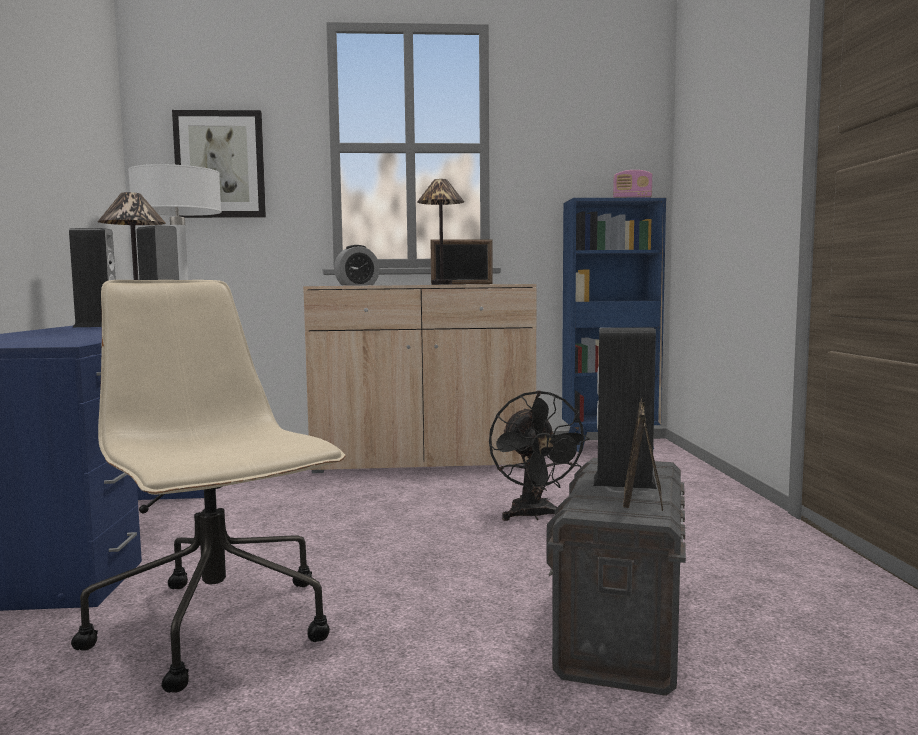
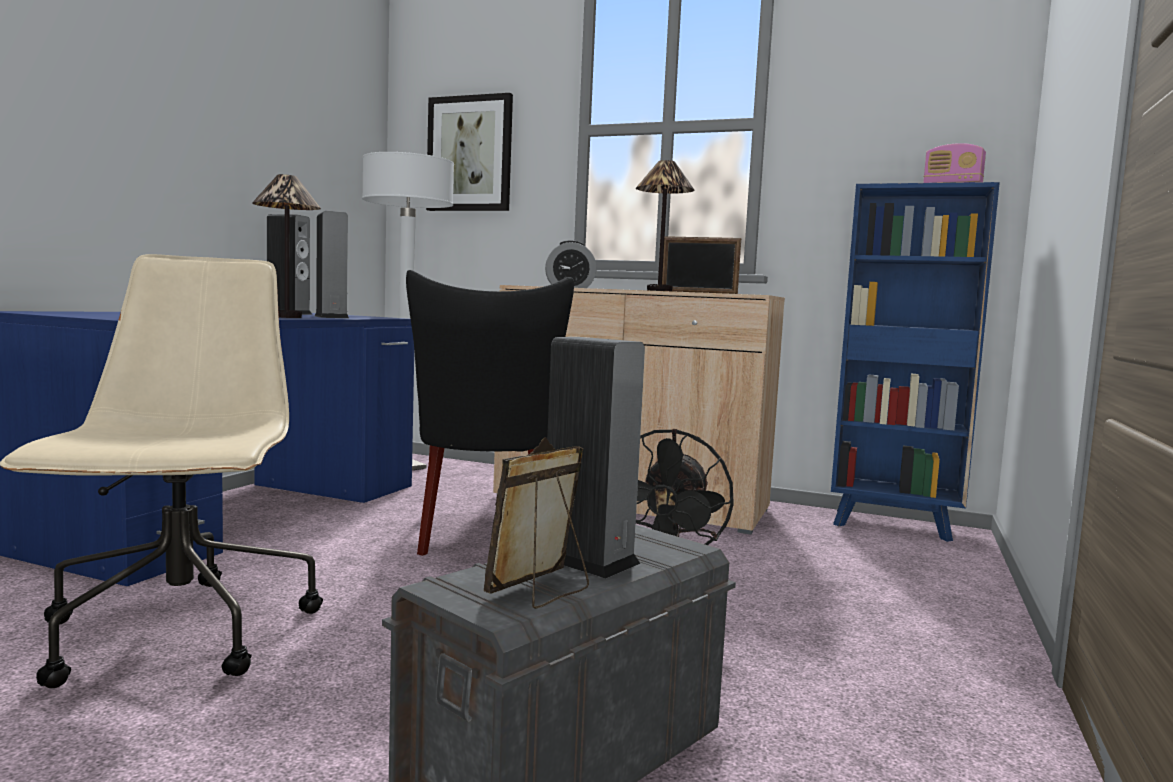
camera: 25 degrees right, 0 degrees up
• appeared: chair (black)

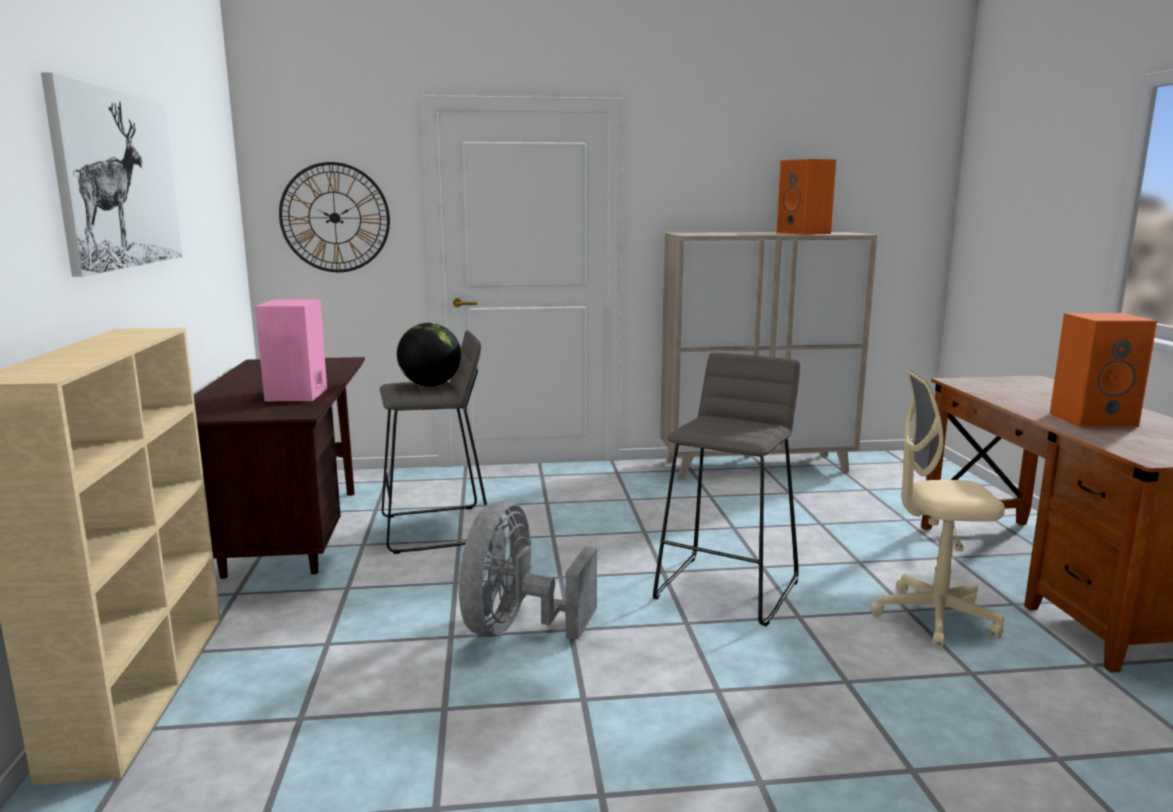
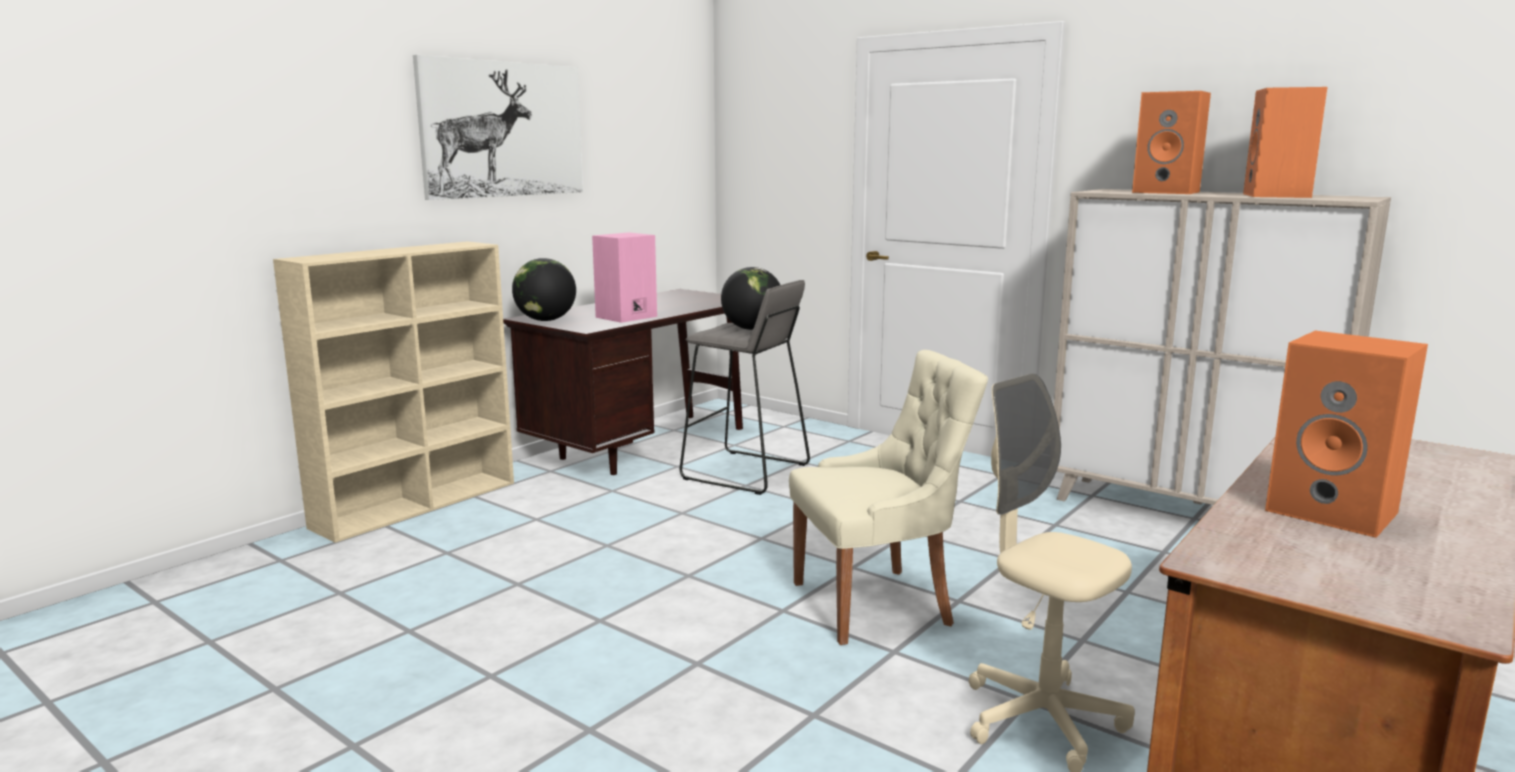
camera: 45 degrees right, 0 degrees up
• missing: wall clock
• missing: fan (grey)
• appeared: globe (no. 1 from left)
• appeared: speaker (orange) (no. 1 from left)
• exchanged: stool (grey) (no. 2 from left) to chair (beige)

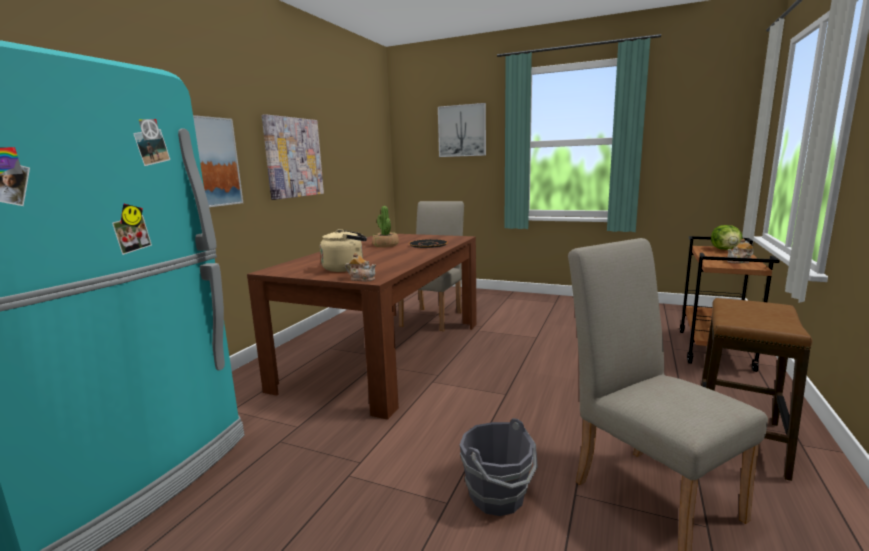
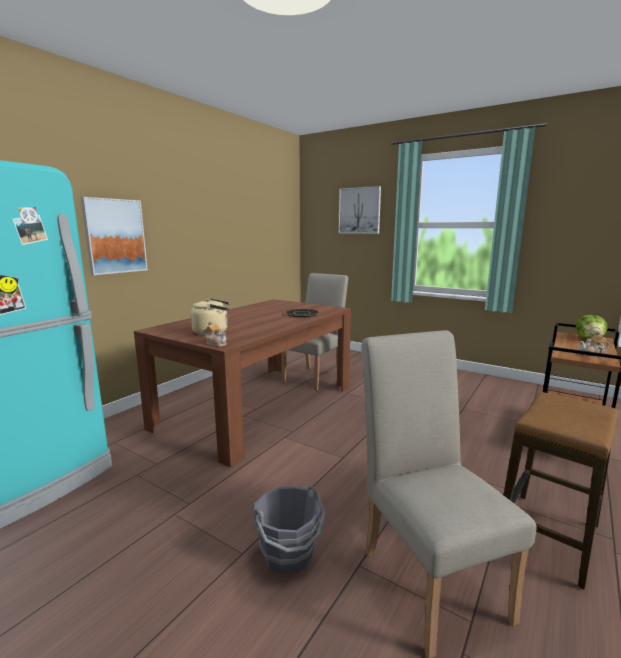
camera: 10 degrees right, 0 degrees up
• missing: picture (no. 2 from left)
• missing: potted plant

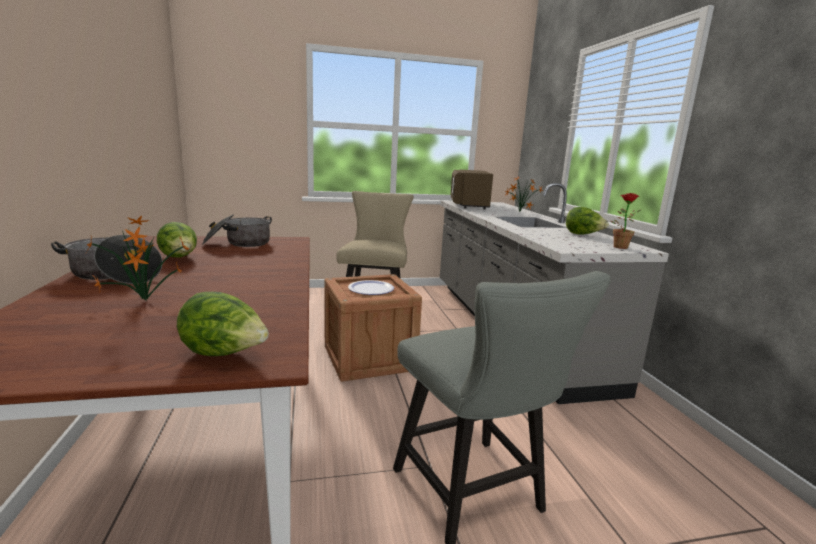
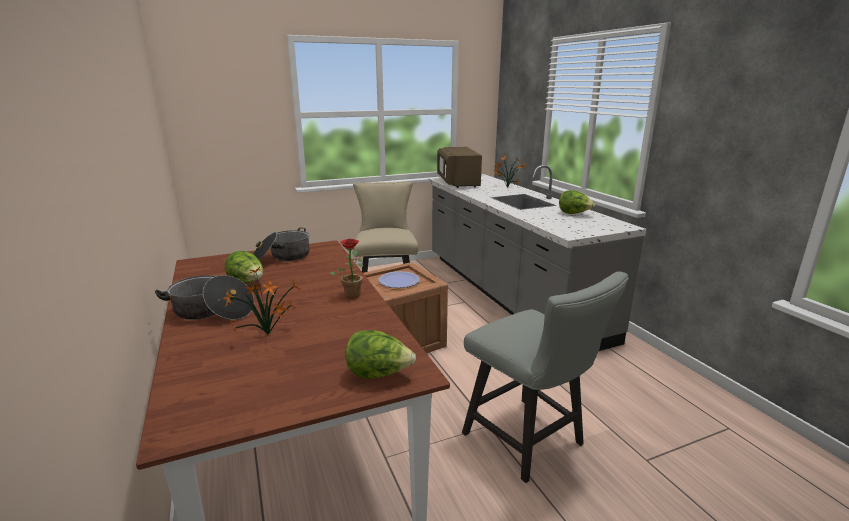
camera: 10 degrees left, 5 degrees up
• relocated: potted plant (no. 3 from left in the first image) to potted plant (no. 2 from left)

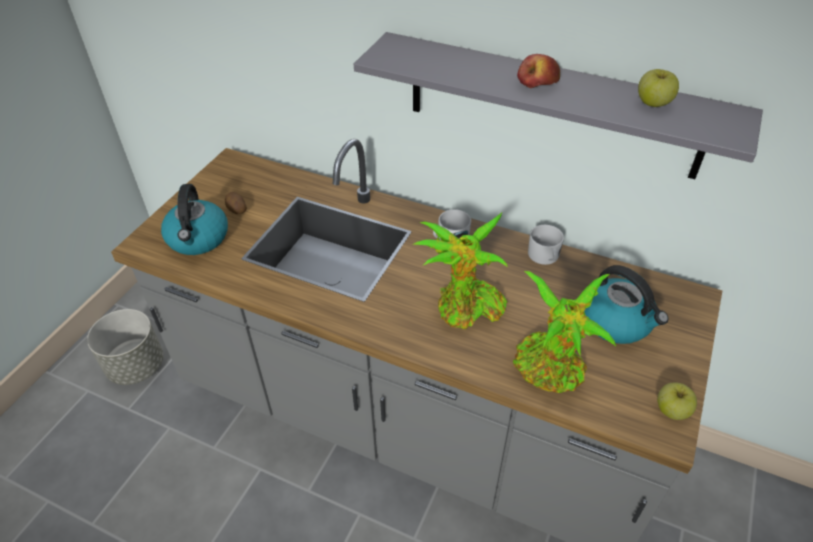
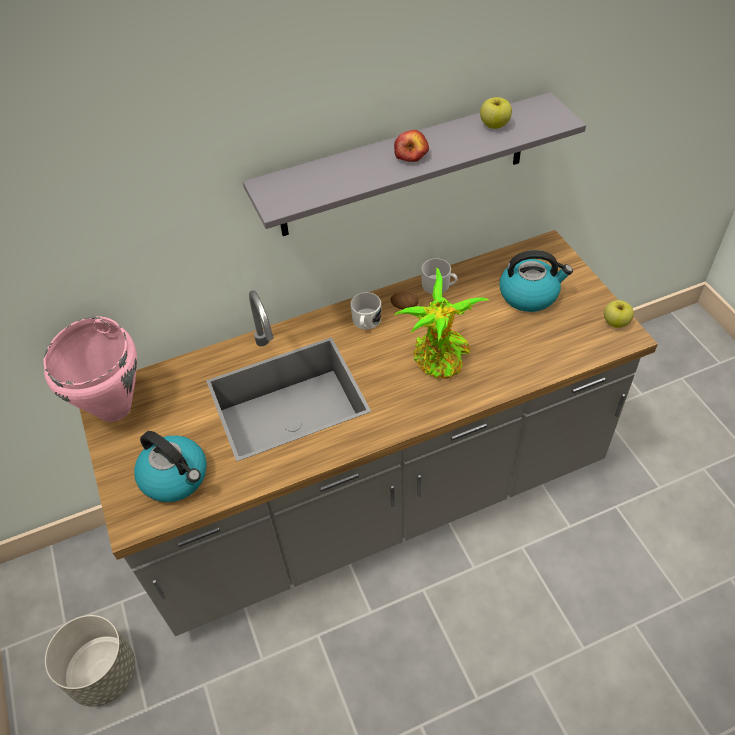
camera: 45 degrees left, 5 degrees up
• missing: potted plant (no. 2 from left)
• appeared: cooking pot (pink)
• relocated: potato

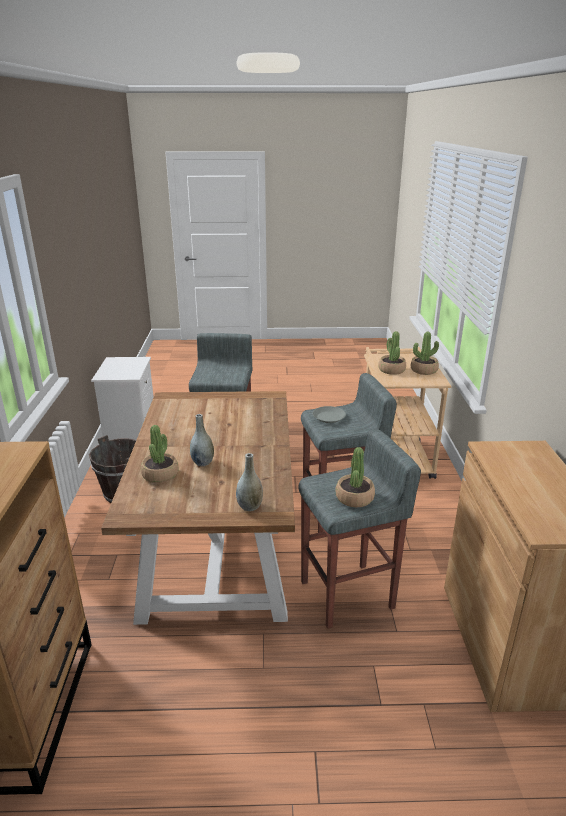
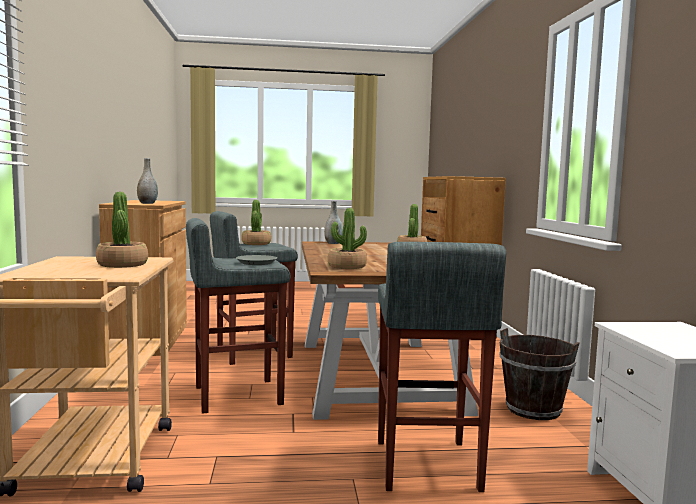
camera: 175 degrees right, 20 degrees down
• relocated: vase (grey) (no. 1 from left)
• relocated: potted plant (no. 4 from left in the first image) to potted plant (no. 3 from left)

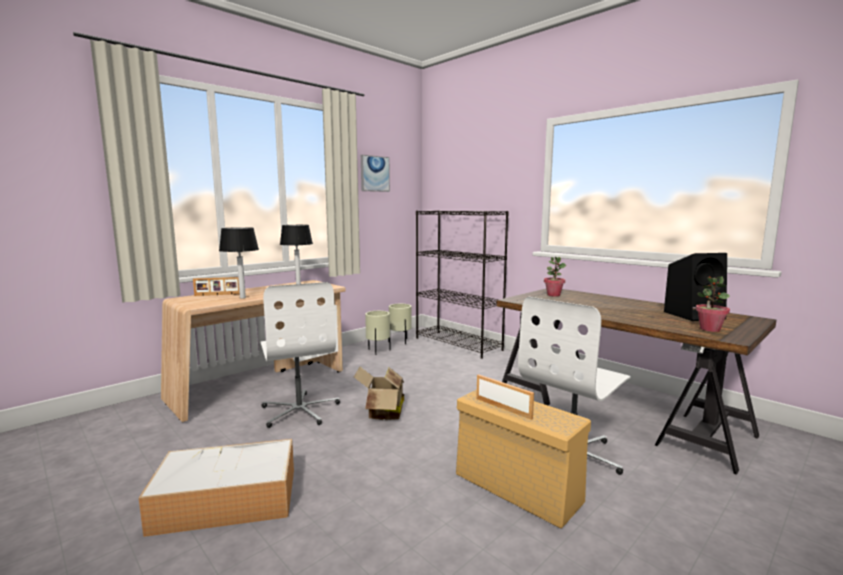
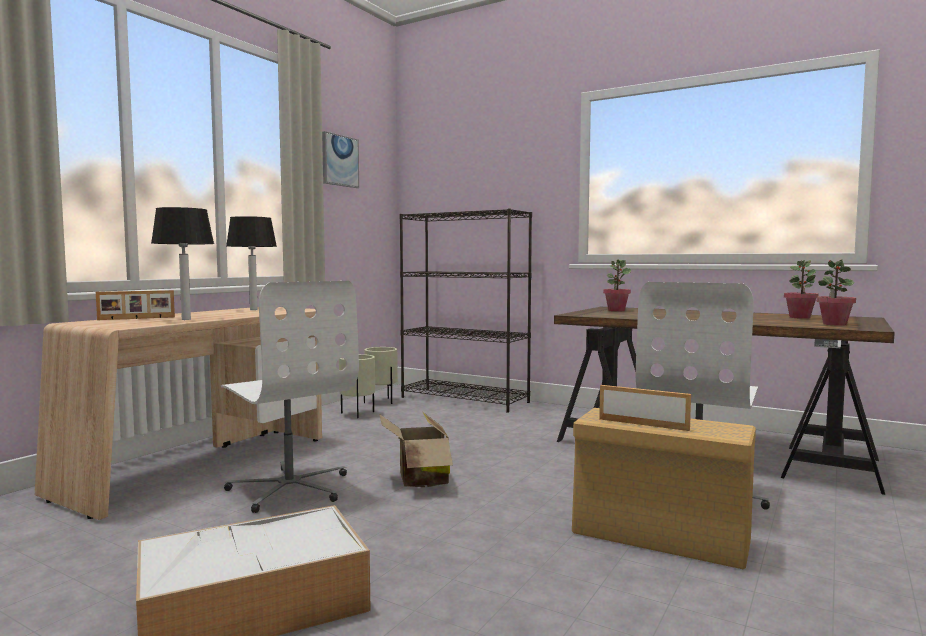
camera: 15 degrees left, 5 degrees down
• exchanged: speaker (black) to potted plant (no. 2 from left)

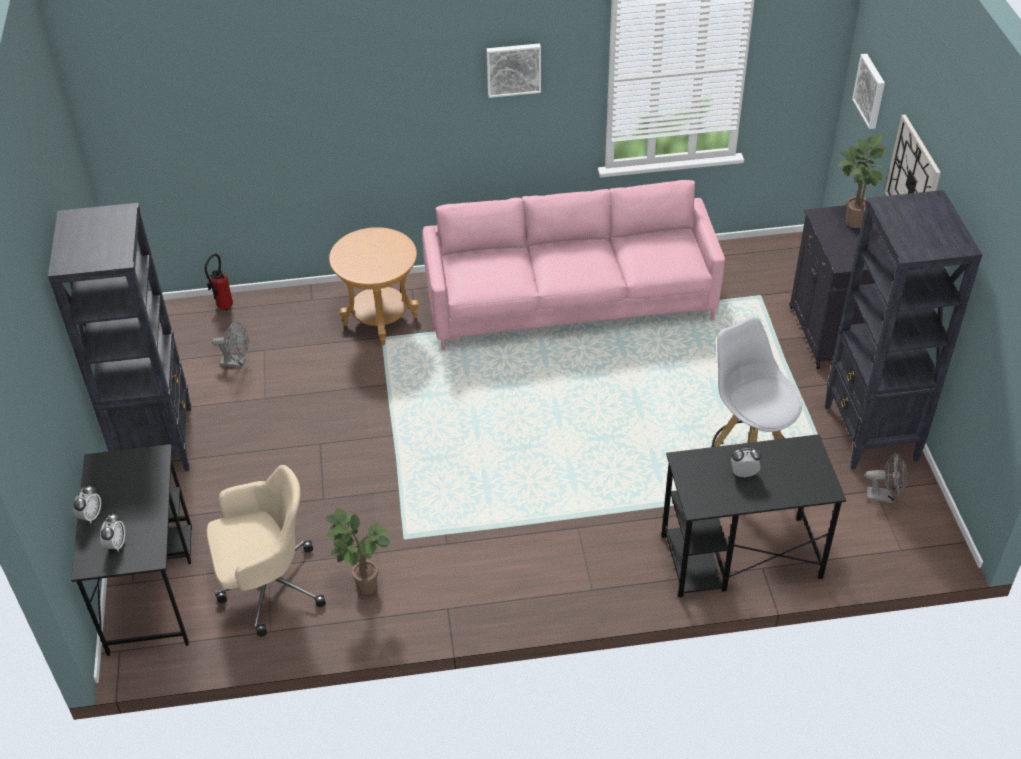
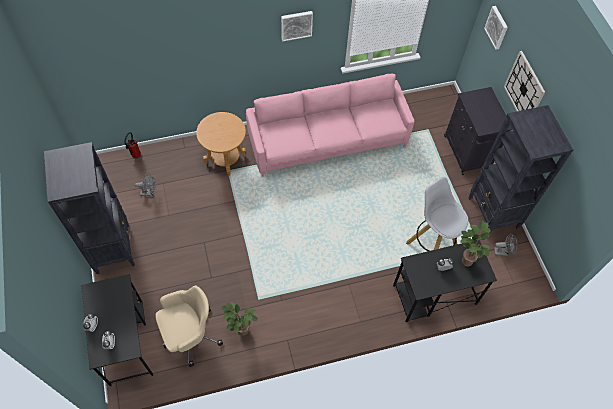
camera: 10 degrees left, 15 degrees up
• relocated: potted plant (no. 2 from left)

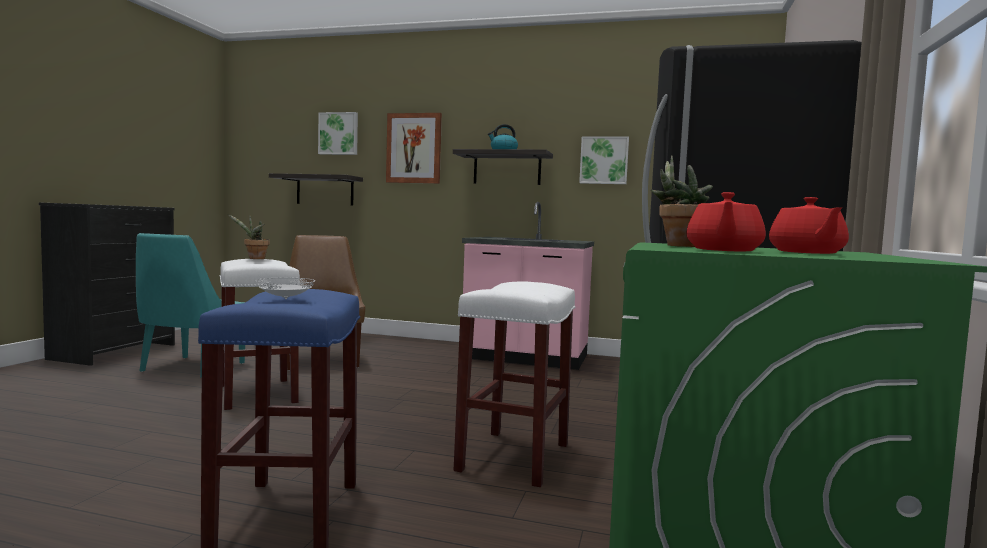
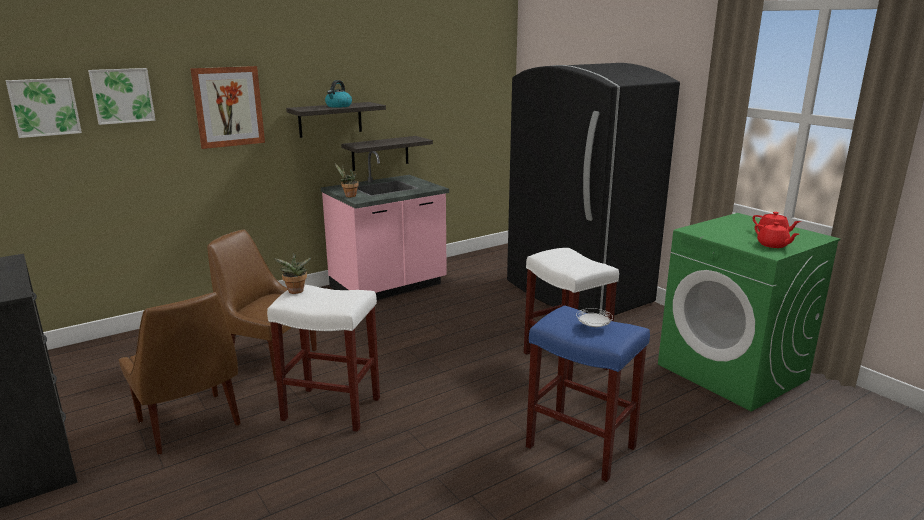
camera: 50 degrees left, 15 degrees up
• relocated: shelf (no. 1 from left in the first image) to shelf (no. 2 from left)
• relocated: picture (no. 3 from left in the first image) to picture (no. 1 from left)
• relocated: potted plant (no. 2 from left)
• colour: chair (turquoise) to chair (brown) (no. 1 from left)

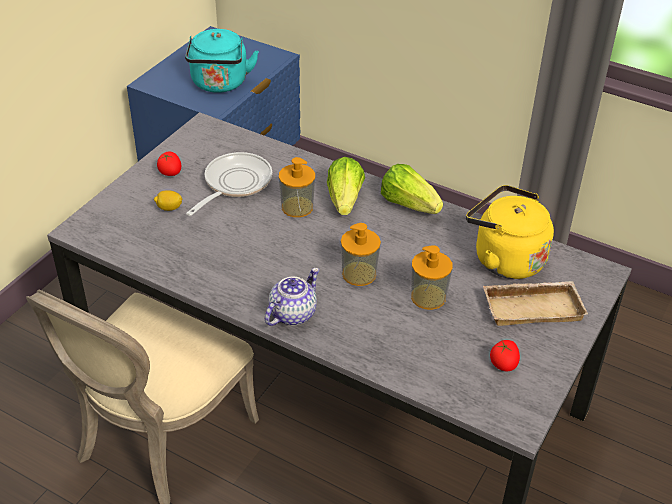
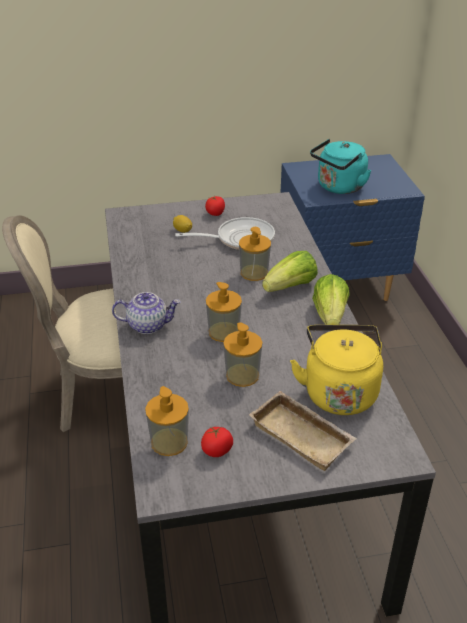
camera: 50 degrees right, 5 degrees down
• appeared: soap dispenser (no. 1 from left)

